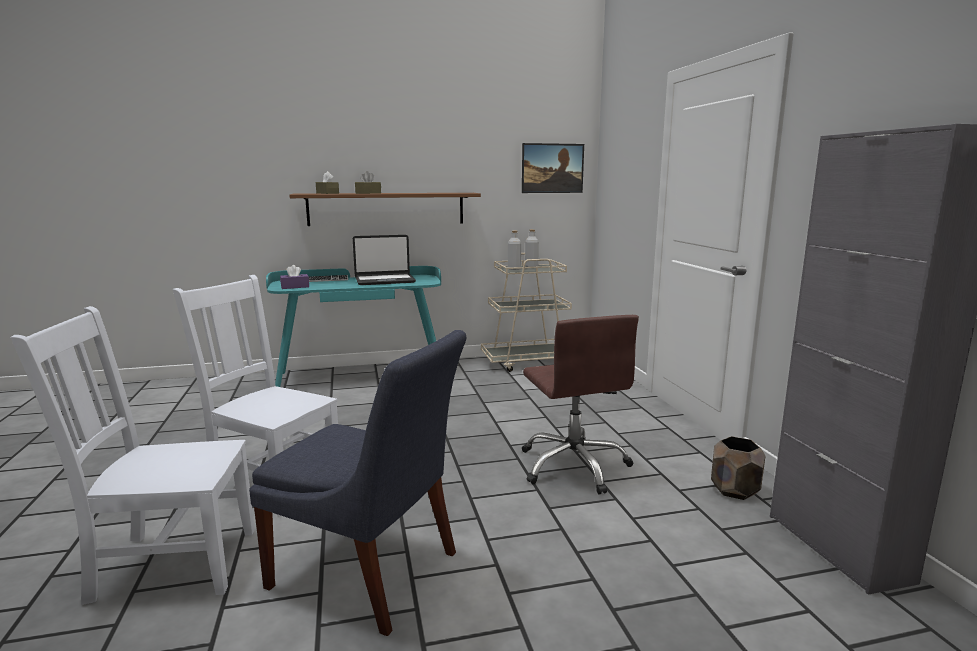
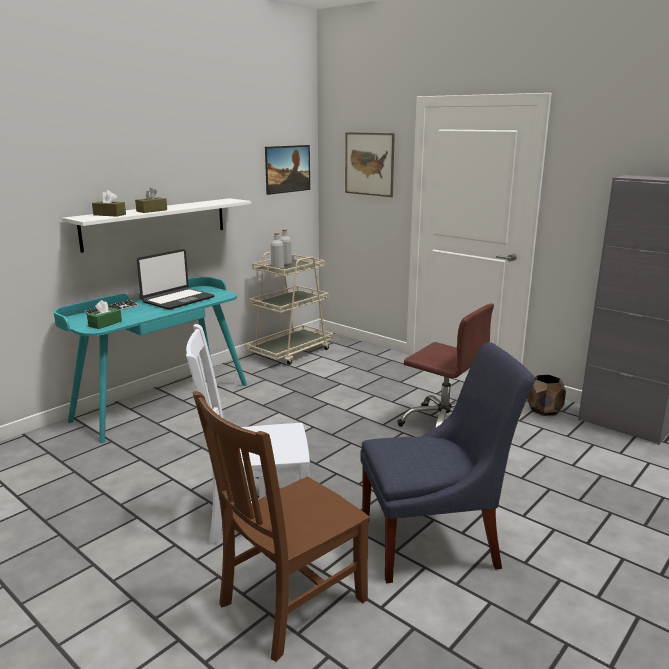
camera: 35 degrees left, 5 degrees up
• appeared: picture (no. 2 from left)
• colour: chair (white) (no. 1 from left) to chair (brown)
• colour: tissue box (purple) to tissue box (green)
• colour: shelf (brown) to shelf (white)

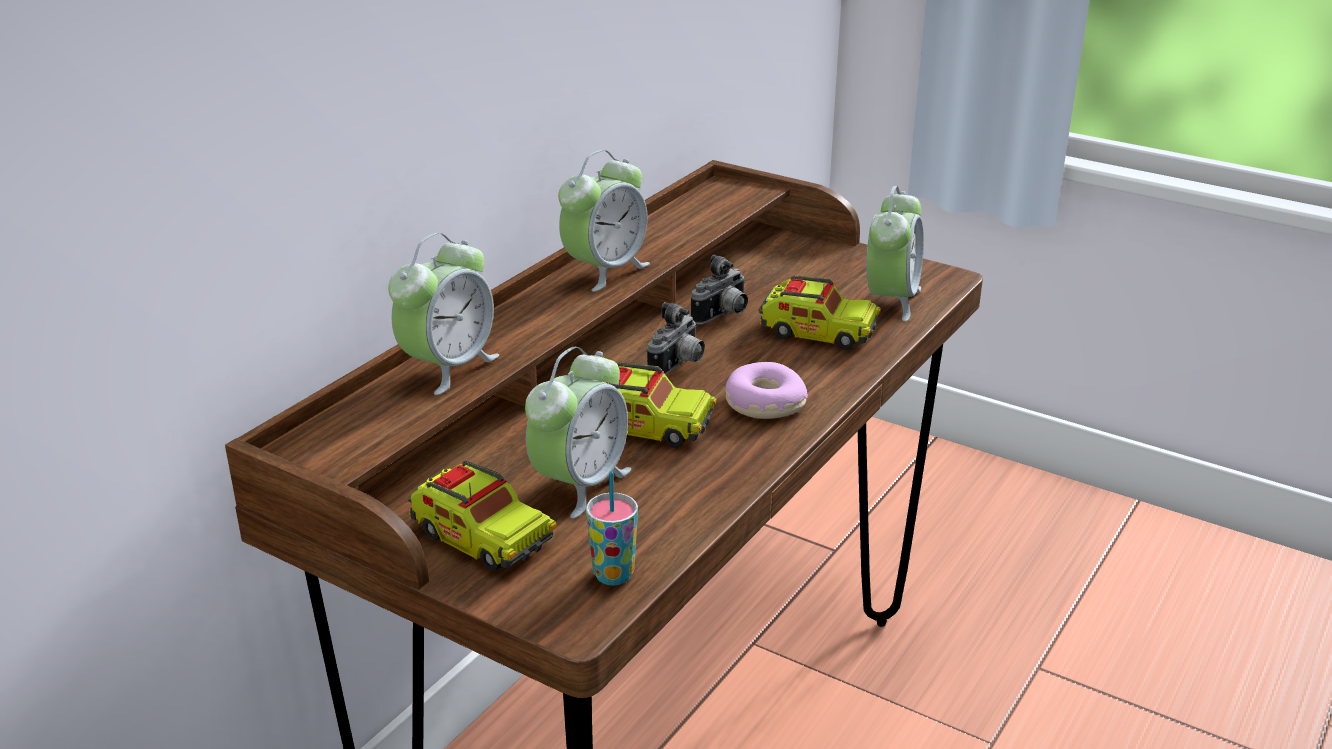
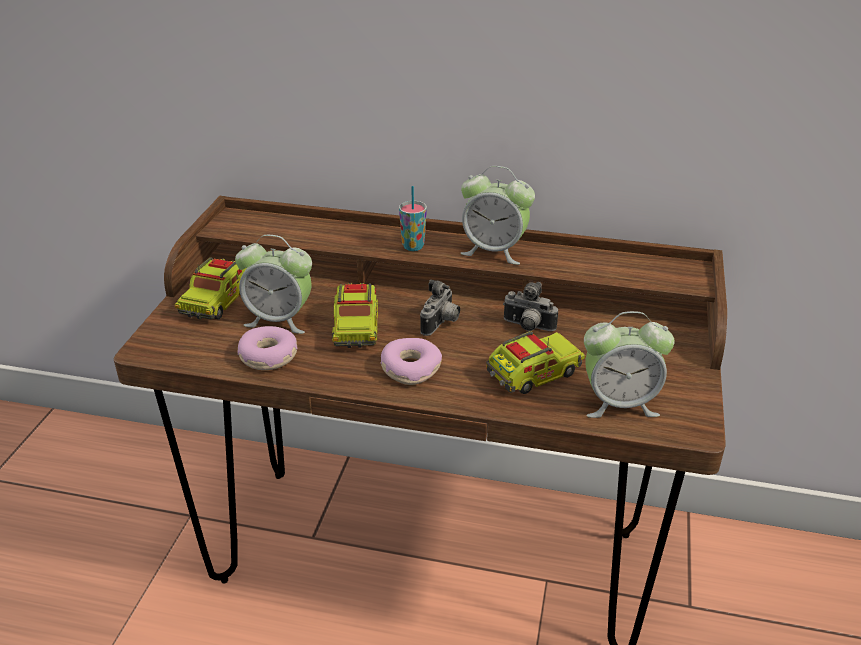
camera: 70 degrees right, 5 degrees up
• missing: alarm clock (no. 1 from left)
• appeared: donut (no. 1 from left)
• relocated: cup
• spun: photo camera (no. 1 from left) 75 degrees counterclockwise
• spun: toy truck (no. 3 from left) 120 degrees counterclockwise

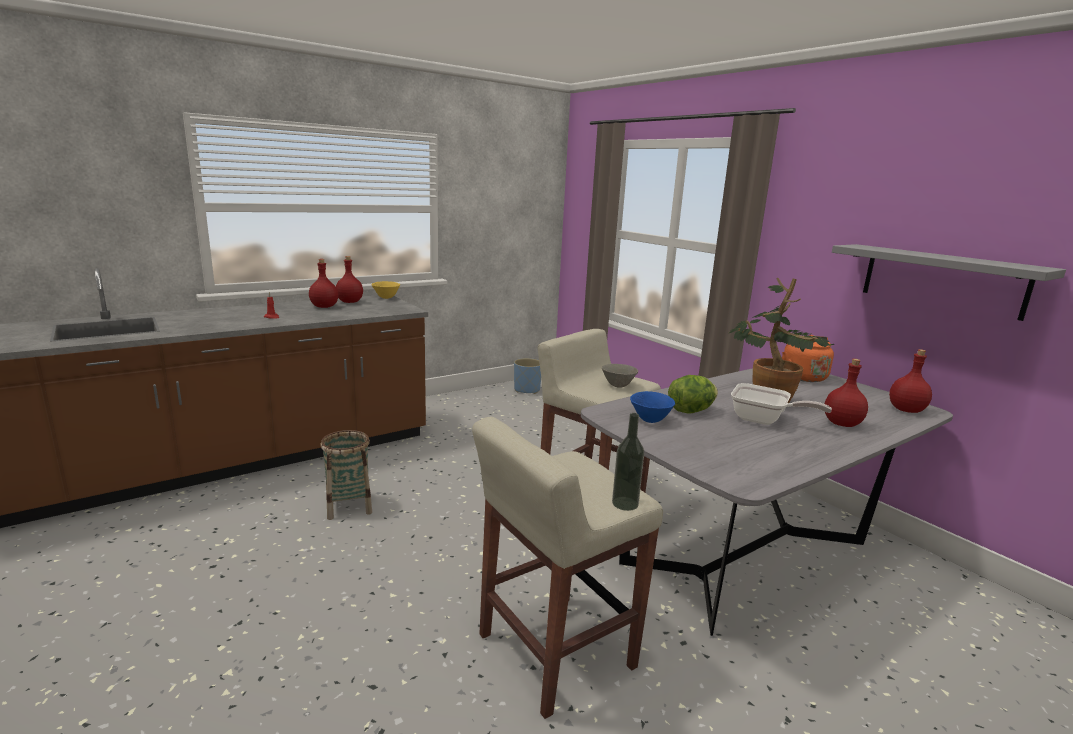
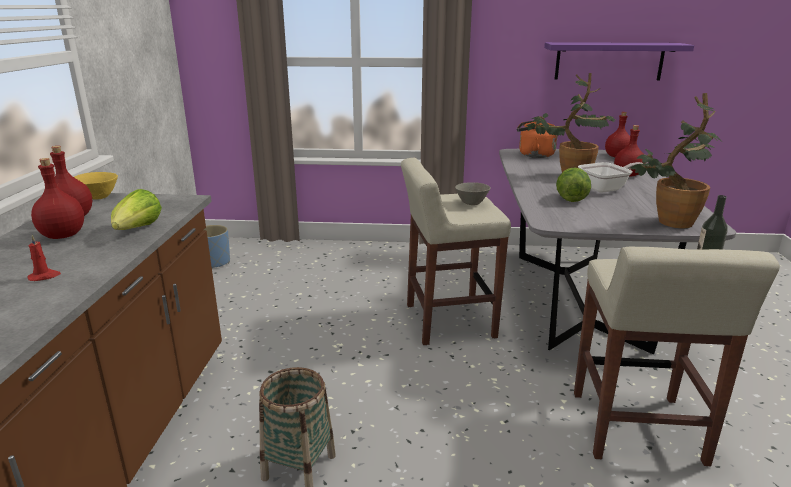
camera: 50 degrees left, 5 degrees up
• missing: bowl (blue)
• appeared: lettuce (no. 1 from left)
• appeared: potted plant (no. 2 from left)
• colour: shelf (grey) to shelf (purple)

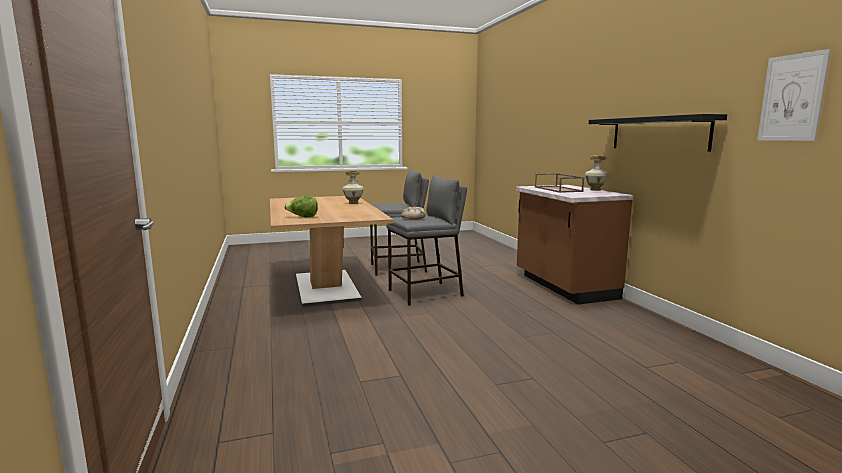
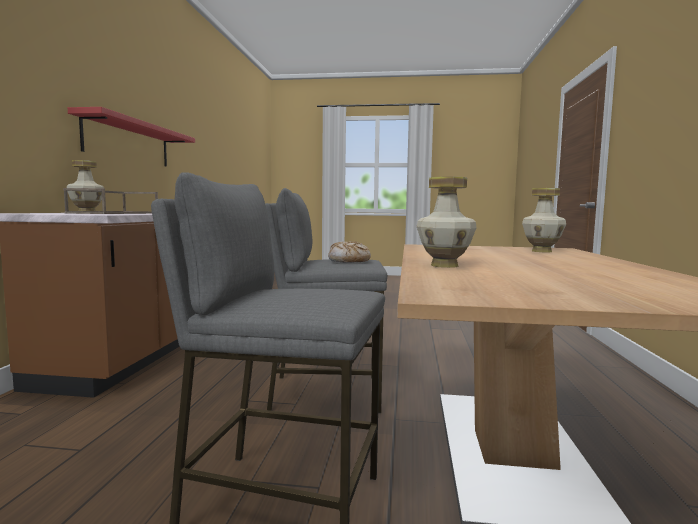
camera: 155 degrees left, 5 degrees down
• missing: picture
• exchanged: lettuce to vase (no. 3 from left)
• colour: shelf (black) to shelf (red)

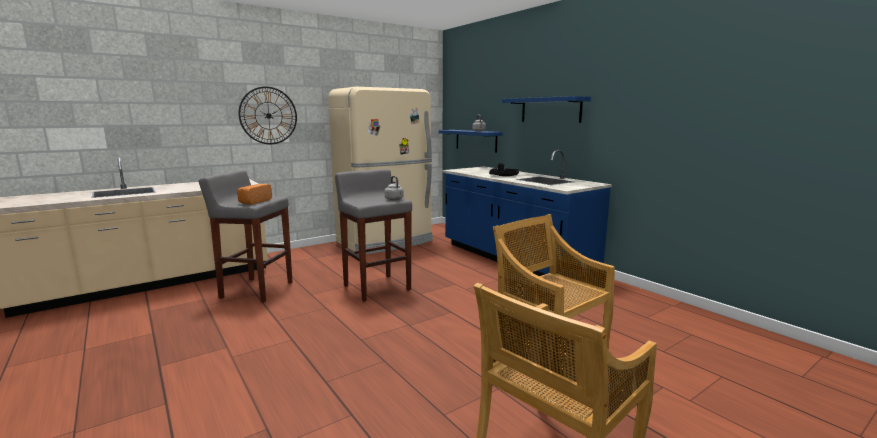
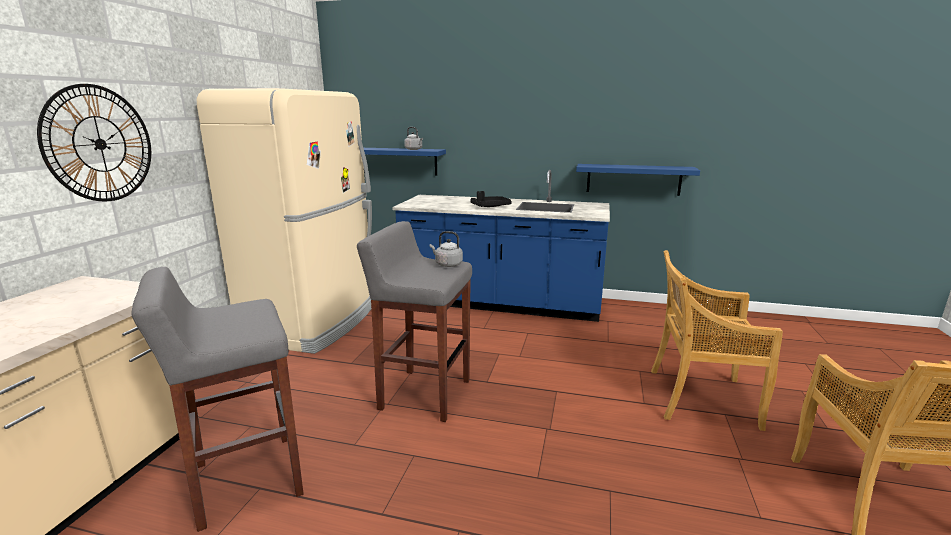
camera: 40 degrees left, 5 degrees up
• missing: bread
• relocated: shelf (blue) (no. 2 from left)

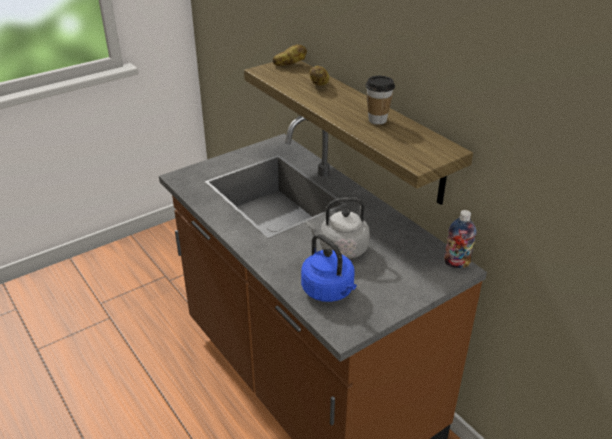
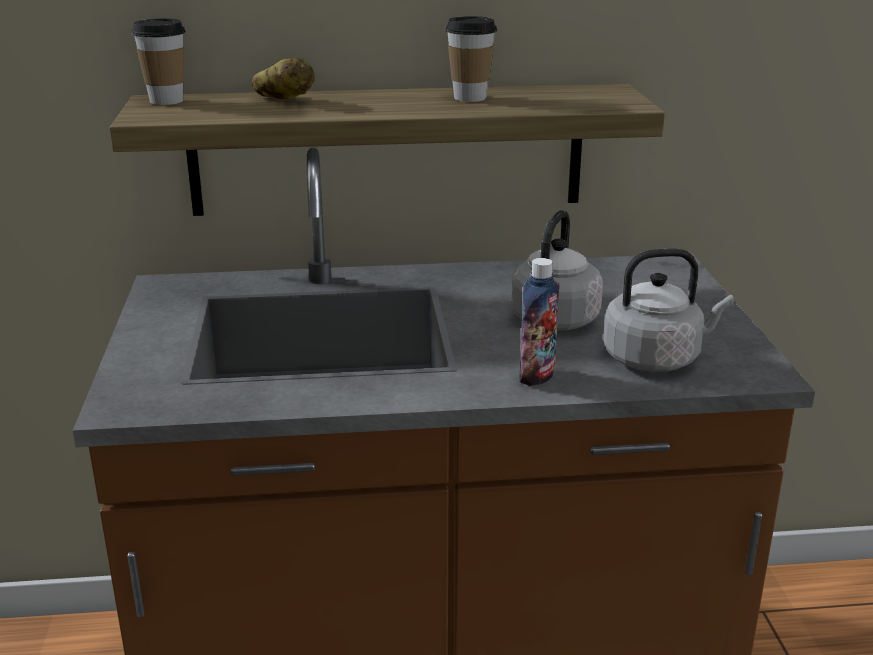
camera: 60 degrees left, 10 degrees down
• relocated: bottle
• exchanged: potato (no. 1 from left) to cup (no. 1 from left)
• colour: kettle (blue) to kettle (grey) (no. 2 from left)

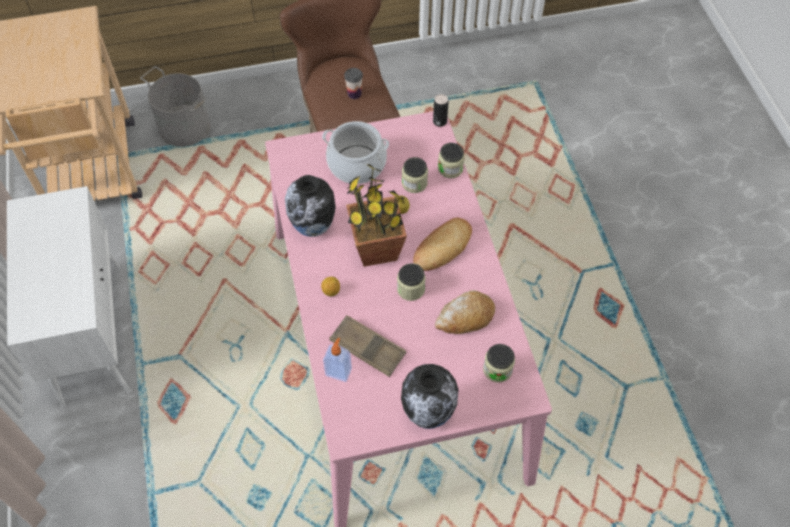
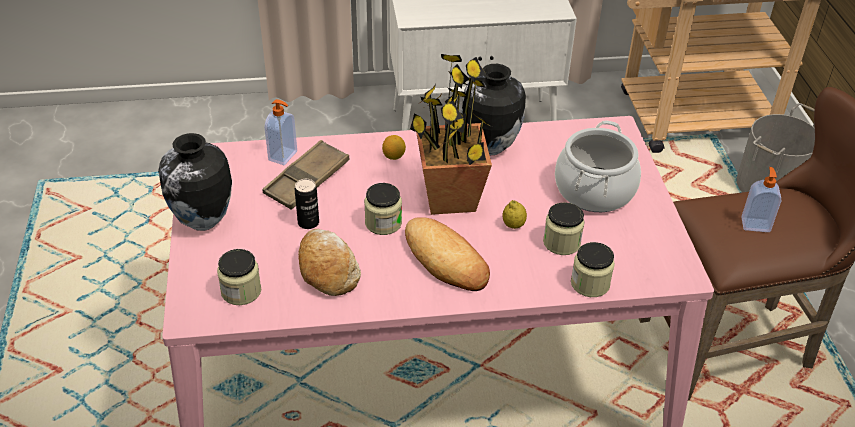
camera: 95 degrees right, 15 degrees down
• relocated: can
• exchanged: cup to soap dispenser (no. 2 from left)

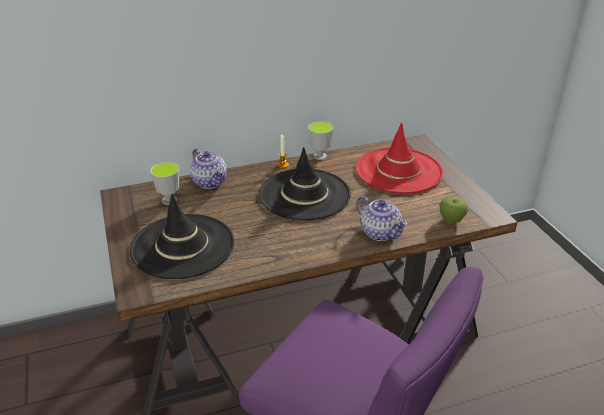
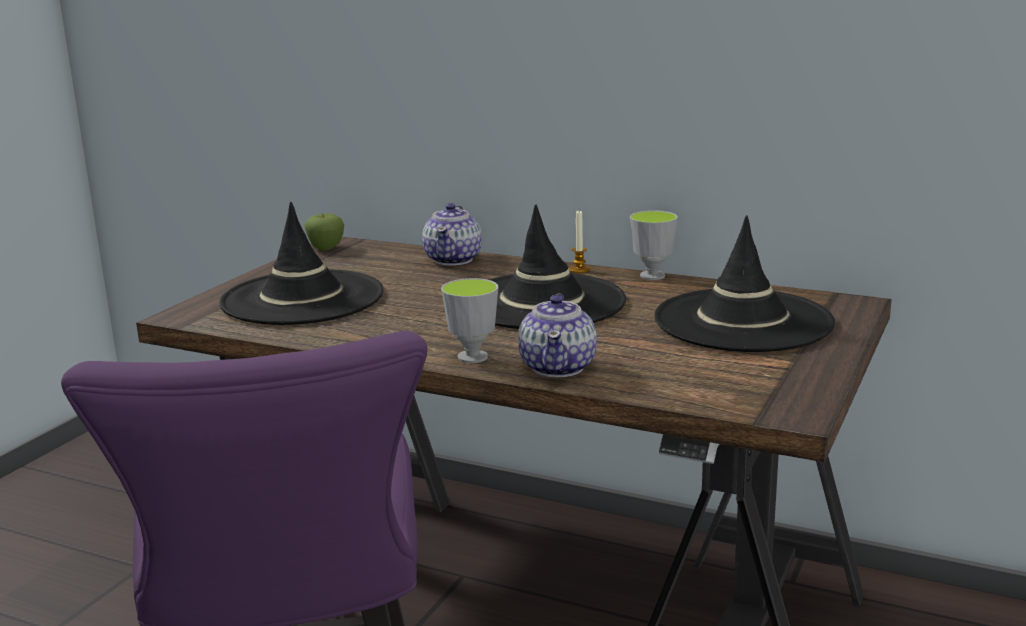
camera: 45 degrees right, 15 degrees down
• relocated: cup (no. 1 from left)
• relocated: apple
• colour: hat (red) to hat (black) (no. 3 from left)

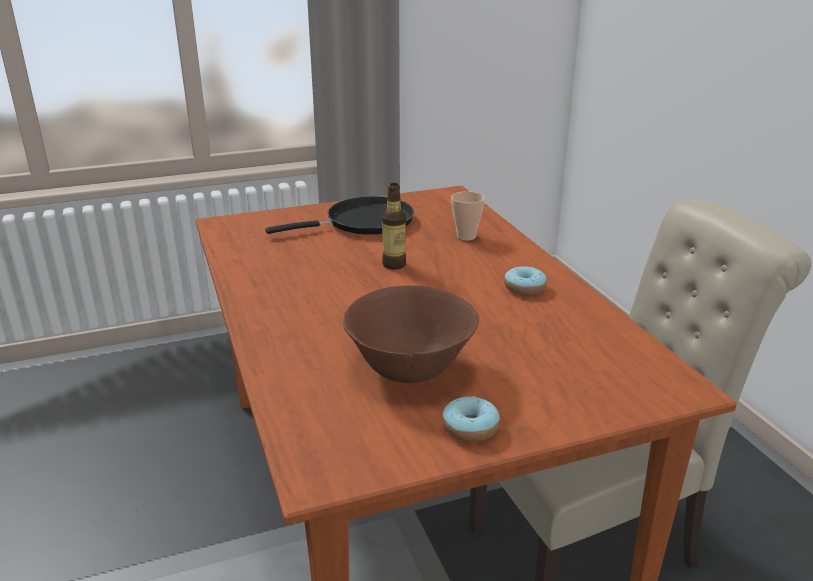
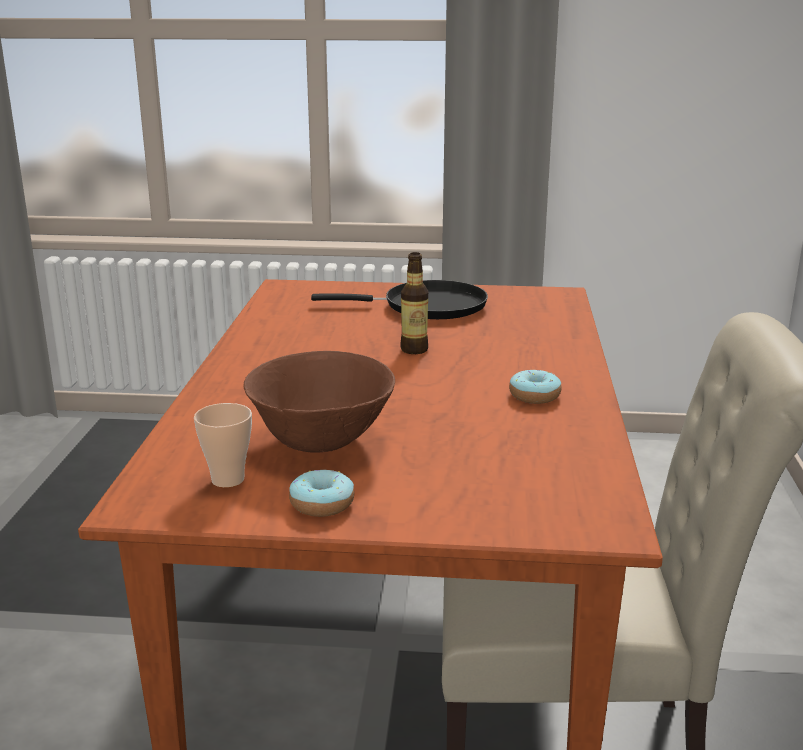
camera: 25 degrees right, 5 degrees down
• relocated: cup

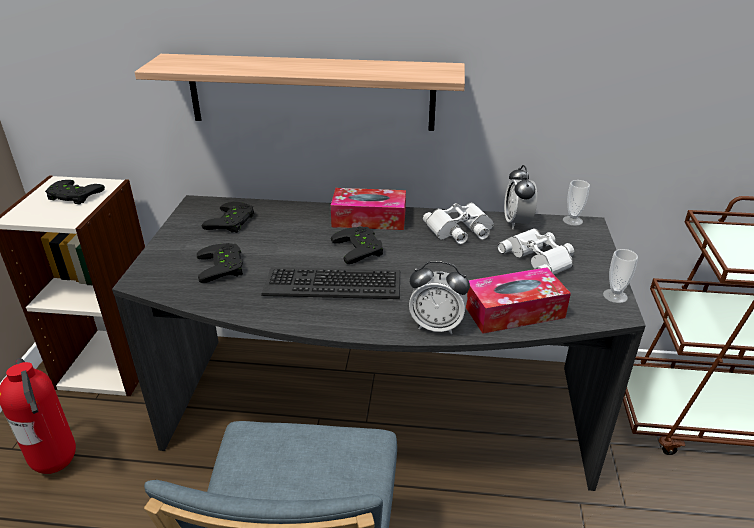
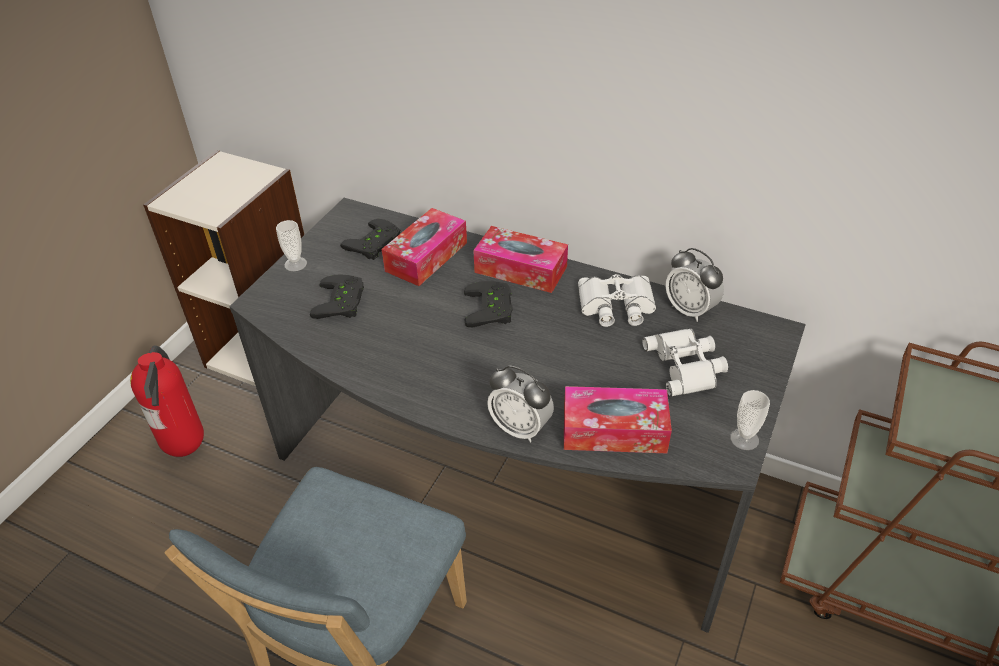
camera: 20 degrees right, 10 degrees up
• missing: game controller (black) (no. 1 from left)
• missing: shelf
• missing: keyboard
• appeared: tissue box (no. 1 from left)
• relocated: cup (no. 1 from left)
• spun: alarm clock (no. 2 from left) 60 degrees counterclockwise

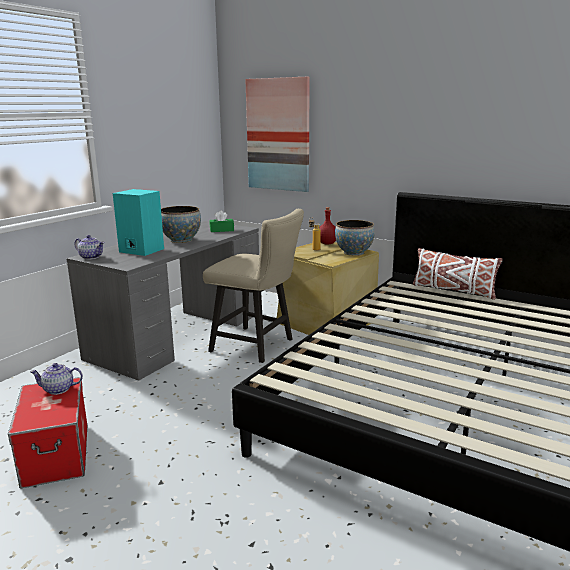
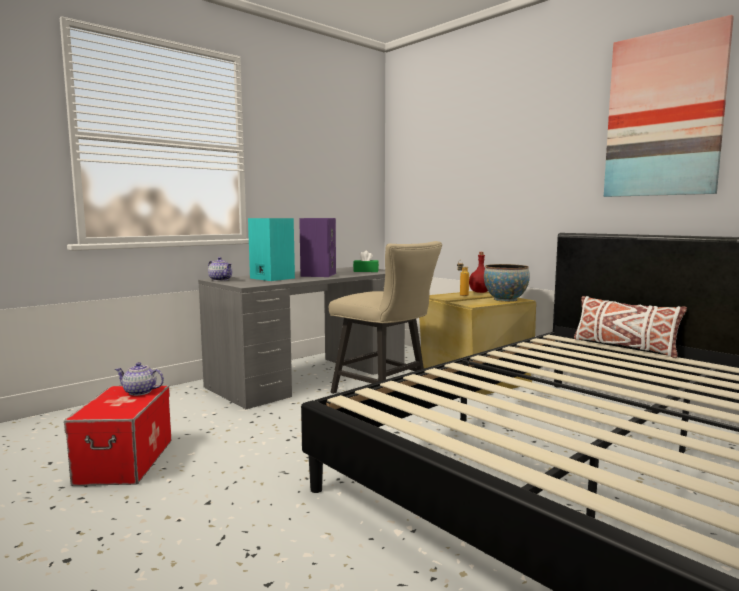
camera: 15 degrees right, 10 degrees down
• relocated: picture
• exchanged: bowl (no. 1 from left) to speaker (purple)

